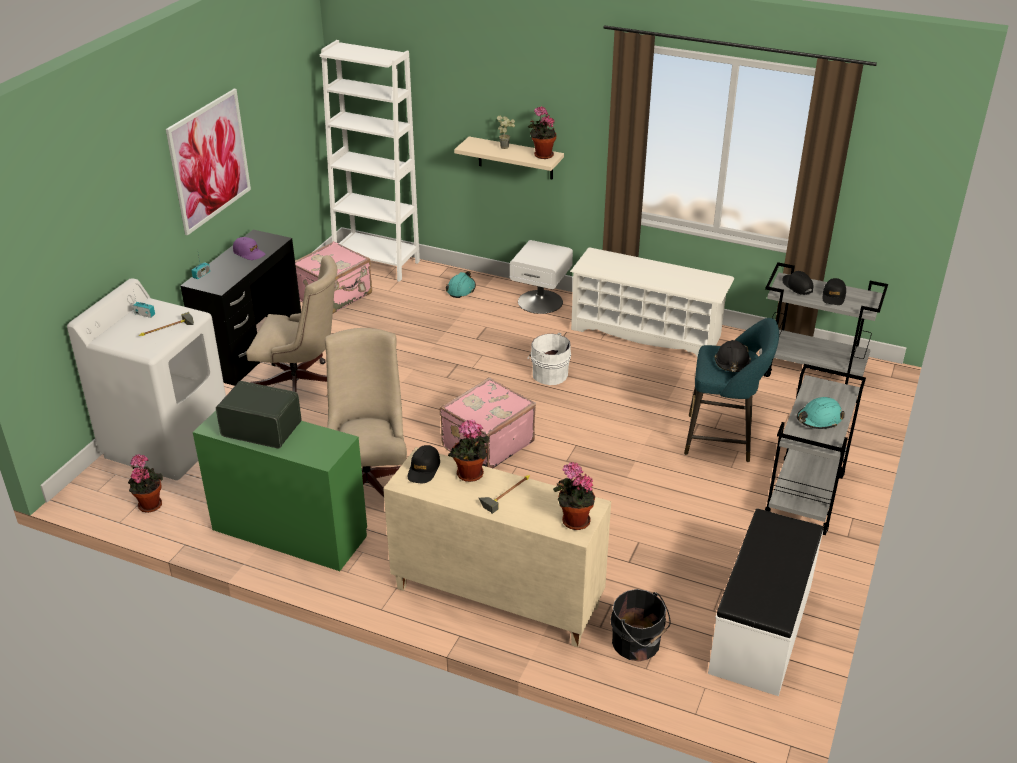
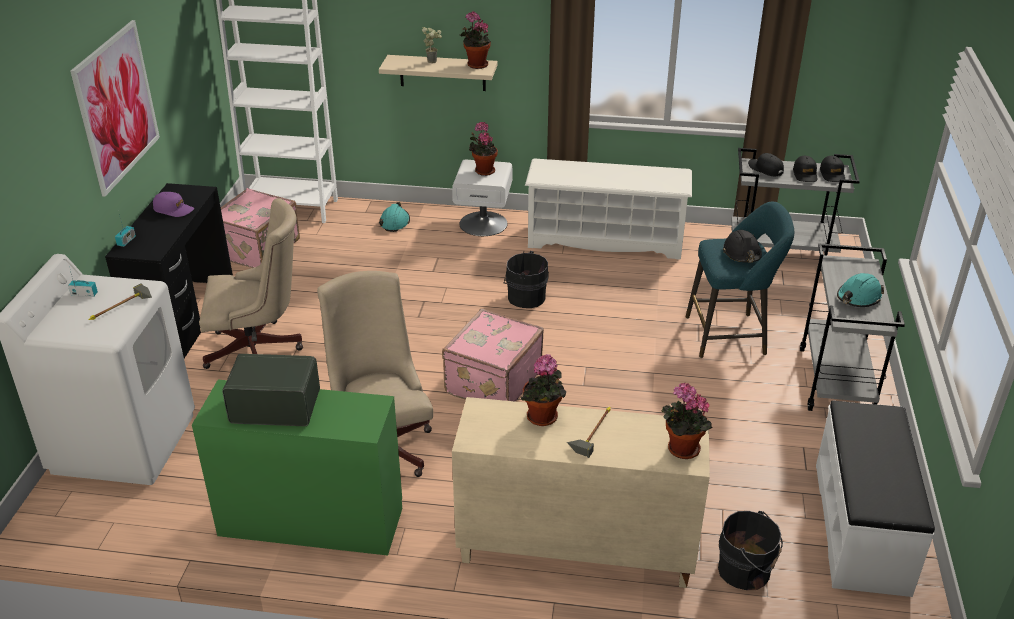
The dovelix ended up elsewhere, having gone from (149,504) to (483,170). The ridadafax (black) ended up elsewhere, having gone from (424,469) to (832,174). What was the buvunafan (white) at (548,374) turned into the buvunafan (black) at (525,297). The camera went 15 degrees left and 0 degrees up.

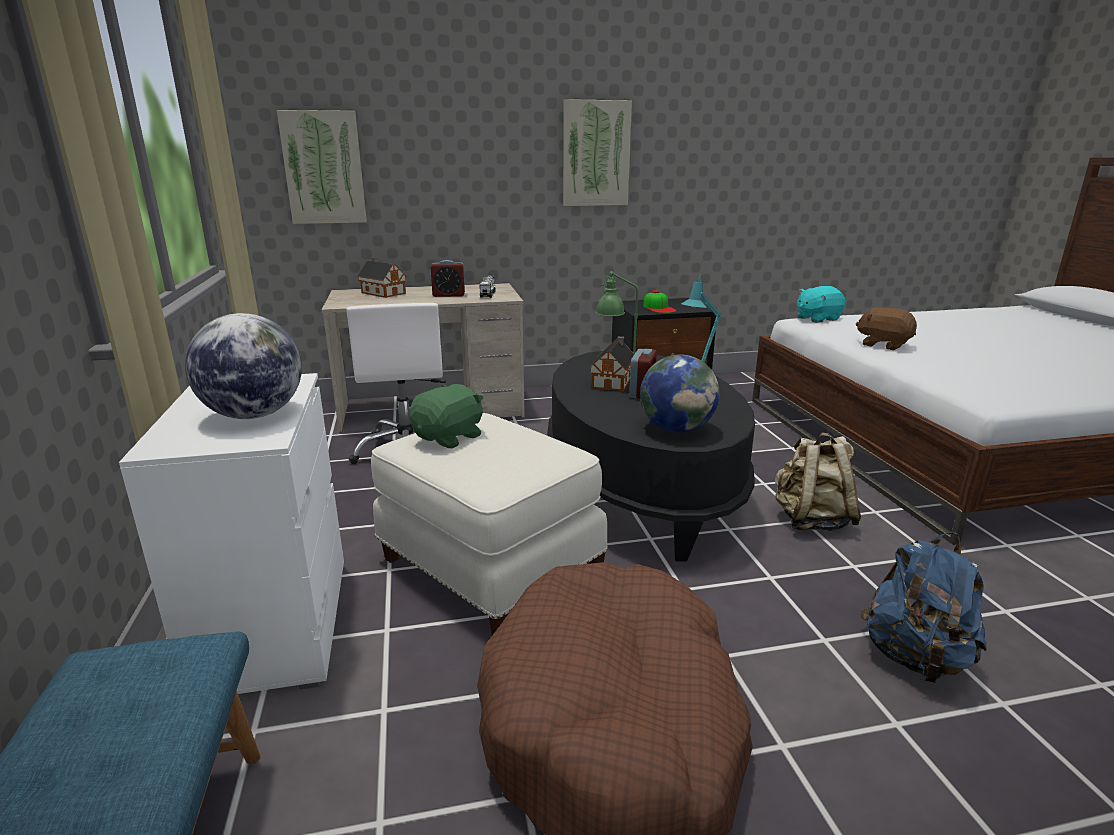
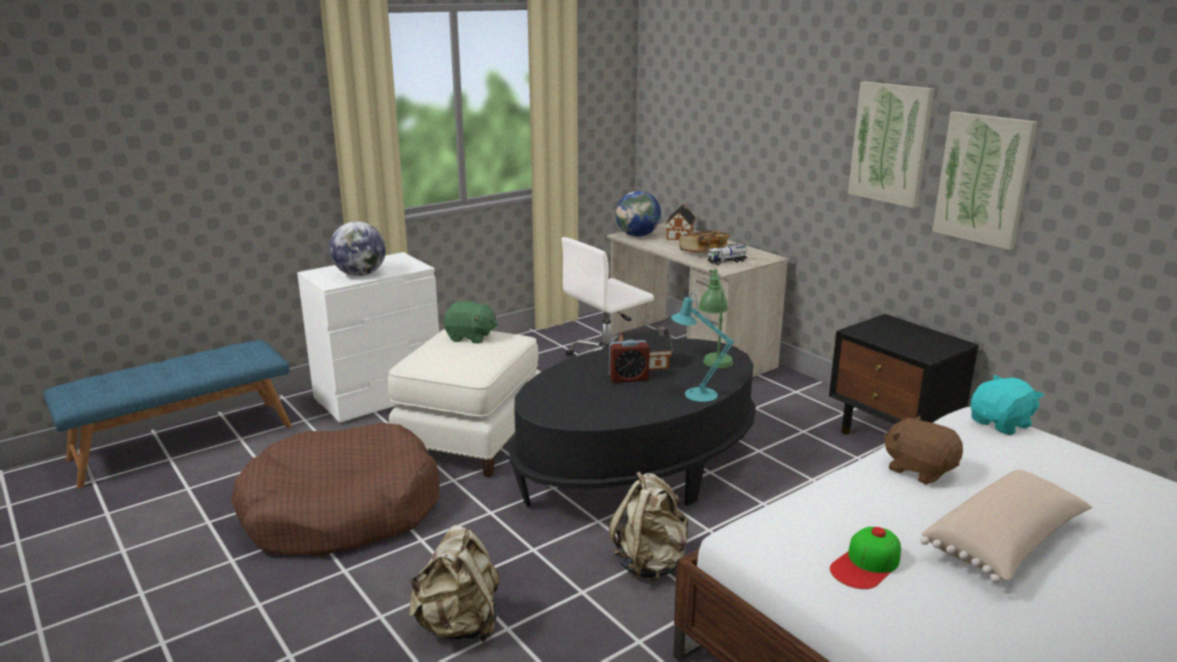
The second view gained the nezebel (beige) at (1005,544). The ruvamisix ended up elsewhere, having gone from (324,168) to (983,179). The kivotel ended up elsewhere, having gone from (676,429) to (637,235). The ridadafax ended up elsewhere, having gone from (659,308) to (866,564). Where the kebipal stood at (448,295), the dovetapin came to stand at (704,252). What was the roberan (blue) at (915,658) turned into the roberan (beige) at (459,626). The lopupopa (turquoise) at (817,319) ended up facing another way, 105 degrees clockwise from before. The lopupopa (brown) at (883,345) ended up facing another way, 60 degrees counterclockwise from before. The camera went 65 degrees right and 0 degrees up.

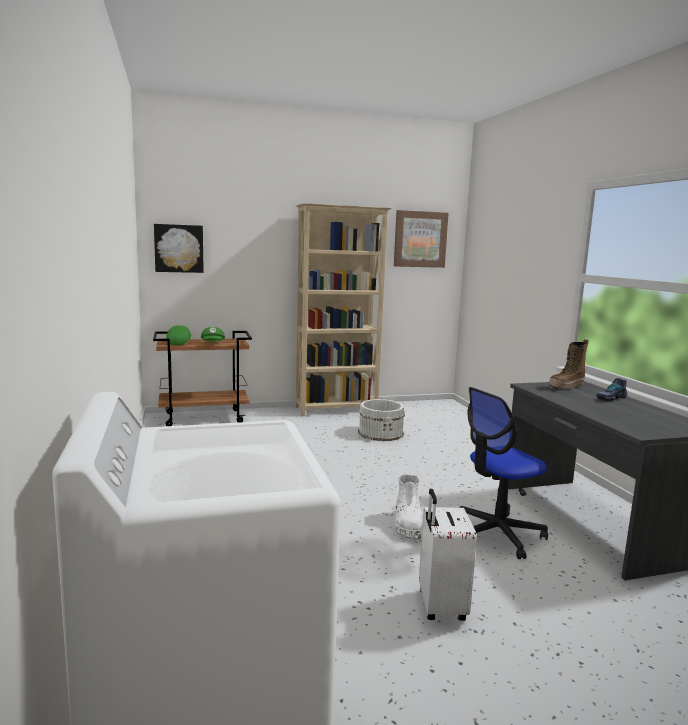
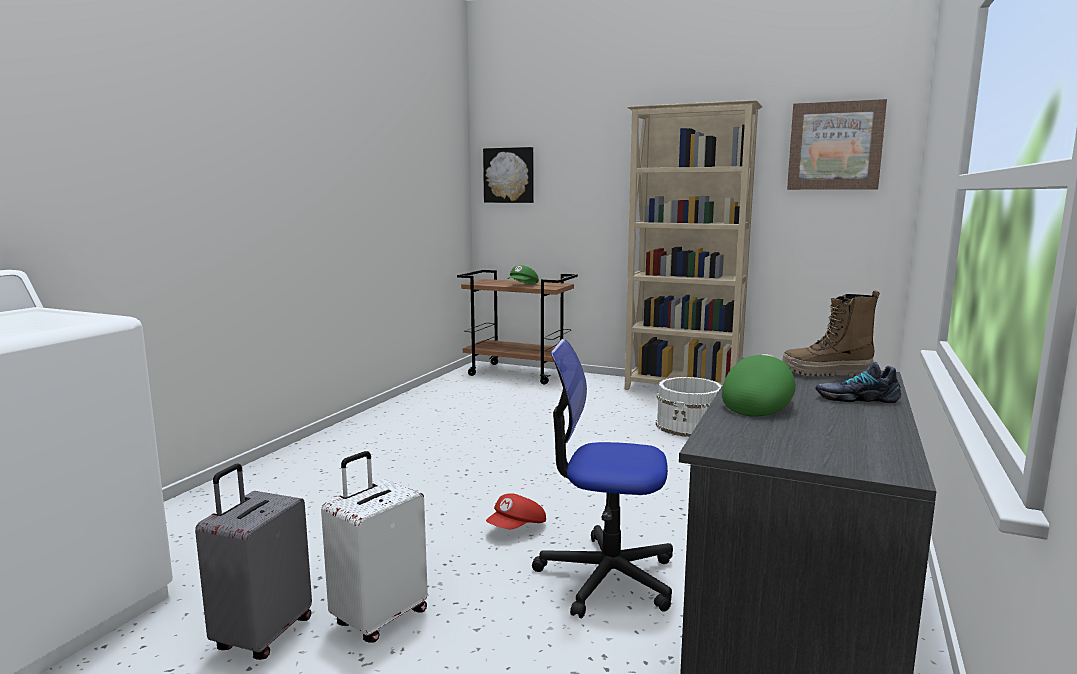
The second view gained the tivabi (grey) at (262,635). The ridadafax (green) ended up elsewhere, having gone from (179,342) to (758,405). Where the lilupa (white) stood at (408,525), the ridadafax (red) came to stand at (517,528). The camera went 40 degrees right and 0 degrees up.

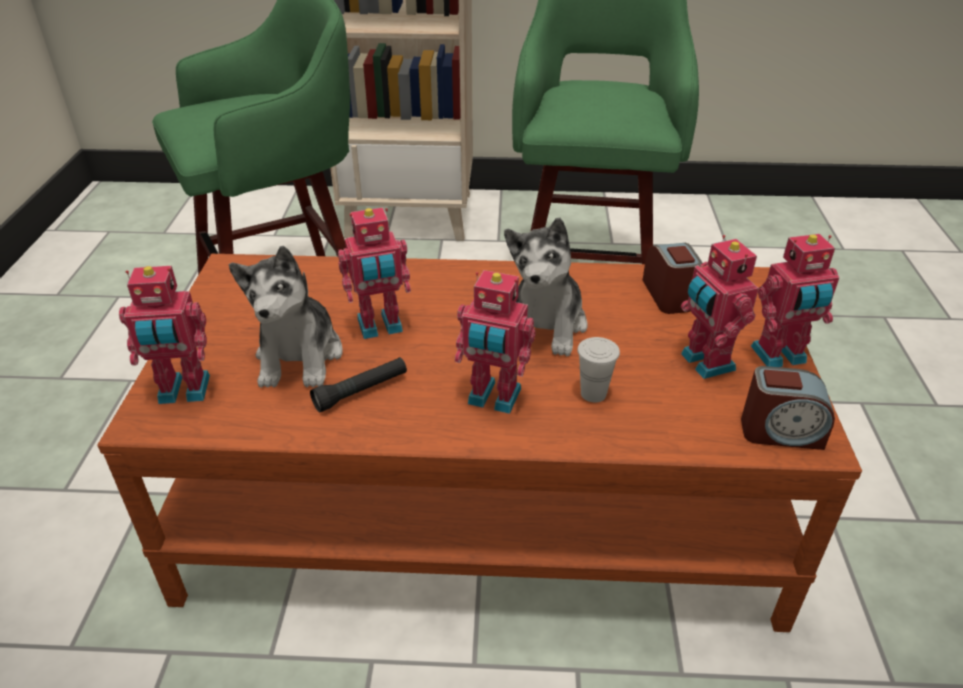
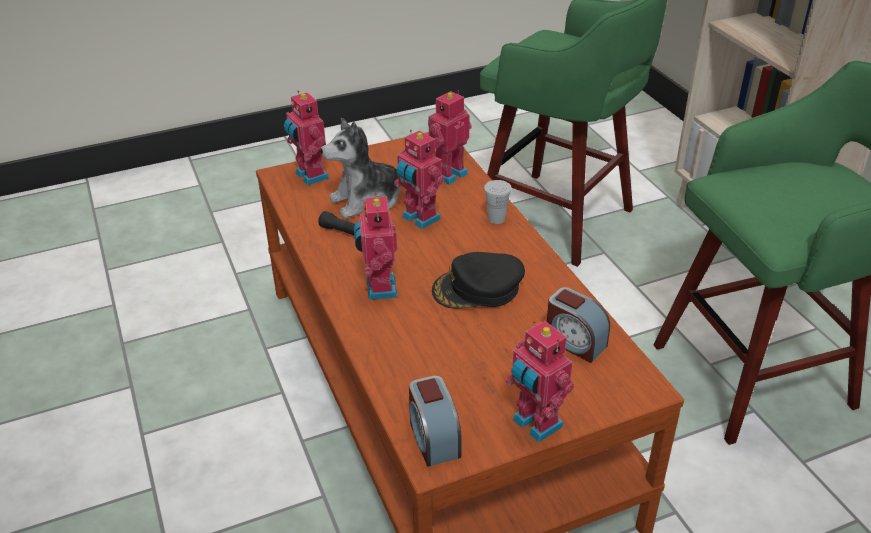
The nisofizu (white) ended up elsewhere, having gone from (593,393) to (496,219). The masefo ended up elsewhere, having gone from (704,363) to (448,174). Where the lopupopa stood at (546,326), the ridadafax (black) came to stand at (478,288). The kebipal at (668,295) ended up facing another way, 75 degrees clockwise from before. The camera went 65 degrees right and 0 degrees up.

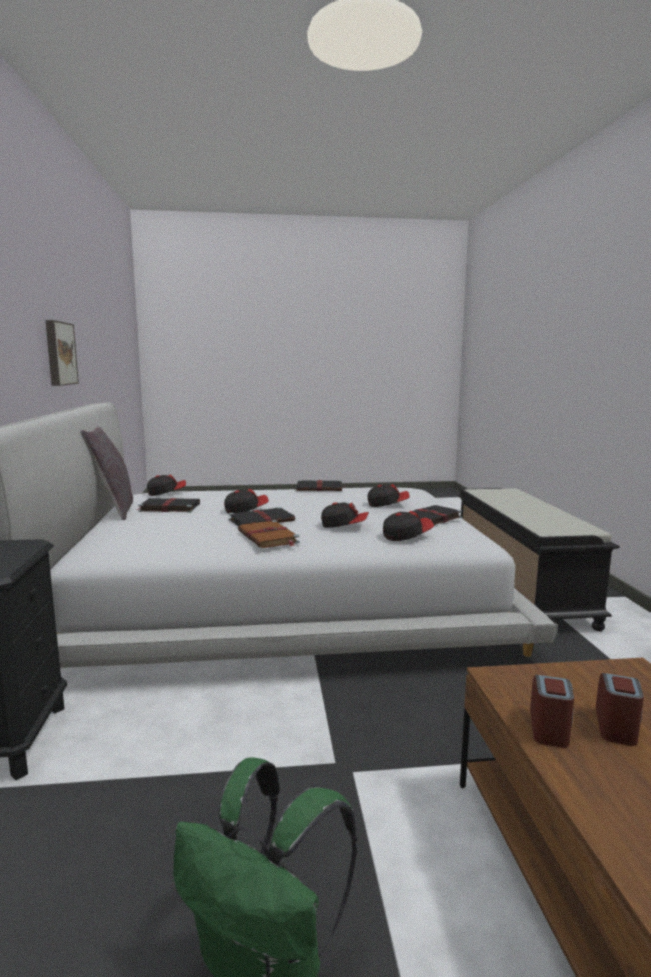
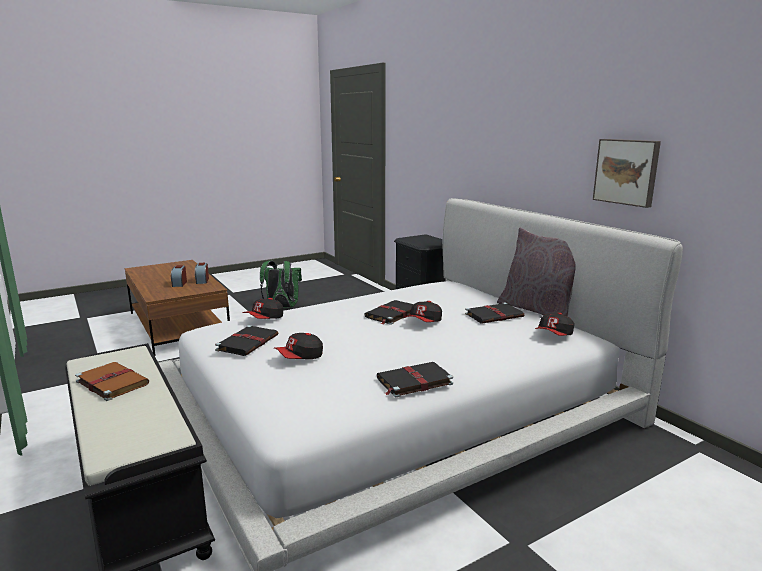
The second view lost the ridadafax at (344,526). The dovetapin (brown) ended up elsewhere, having gone from (268,537) to (111,382). The camera went 155 degrees right and 5 degrees up.

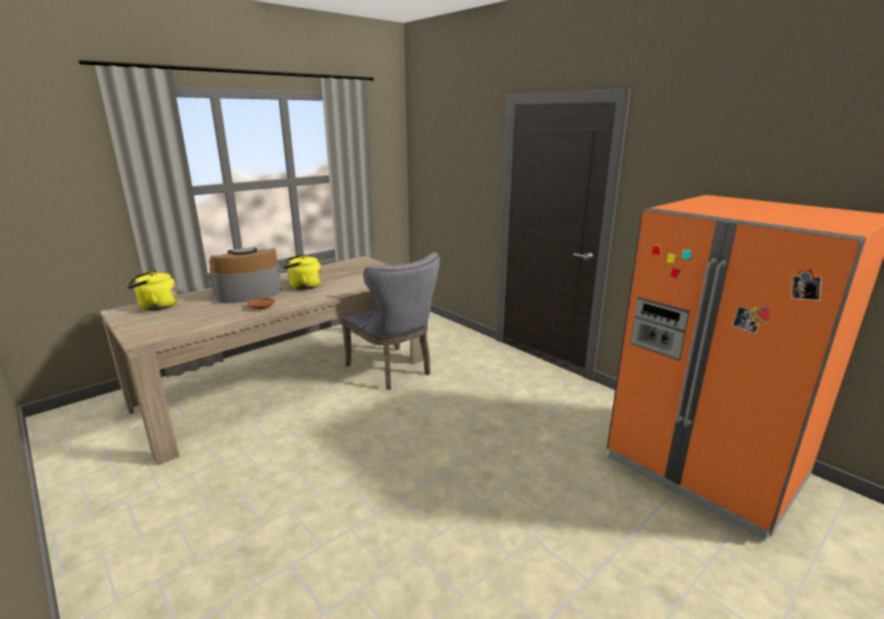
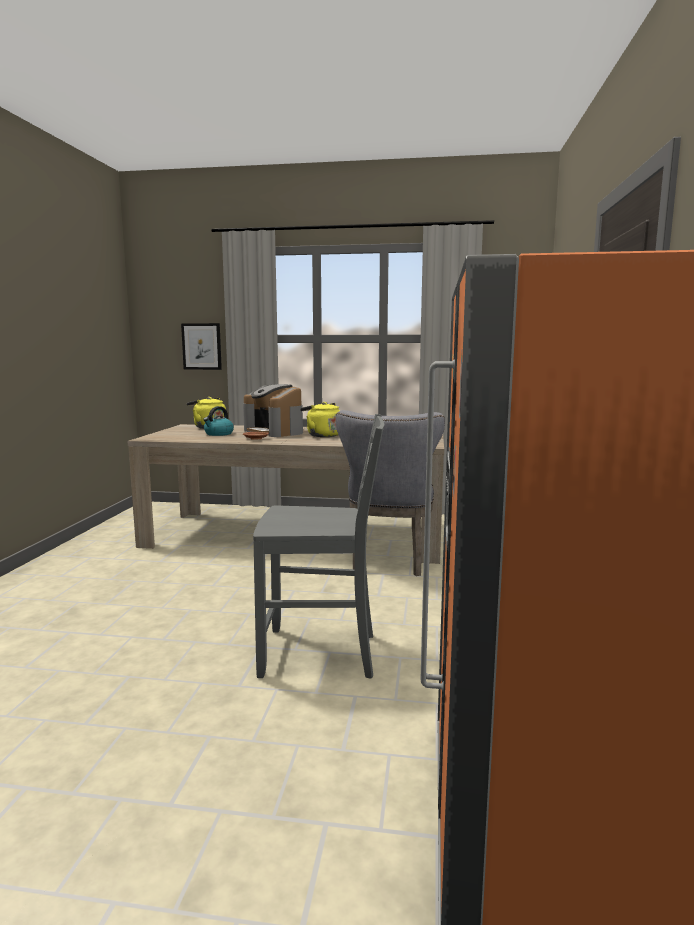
The second view gained the ruvamisix at (201,346). The second view gained the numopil at (218,434). The second view gained the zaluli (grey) at (321,654). The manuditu at (248,293) ended up facing another way, 150 degrees counterclockwise from before. The camera went 50 degrees right and 10 degrees down.

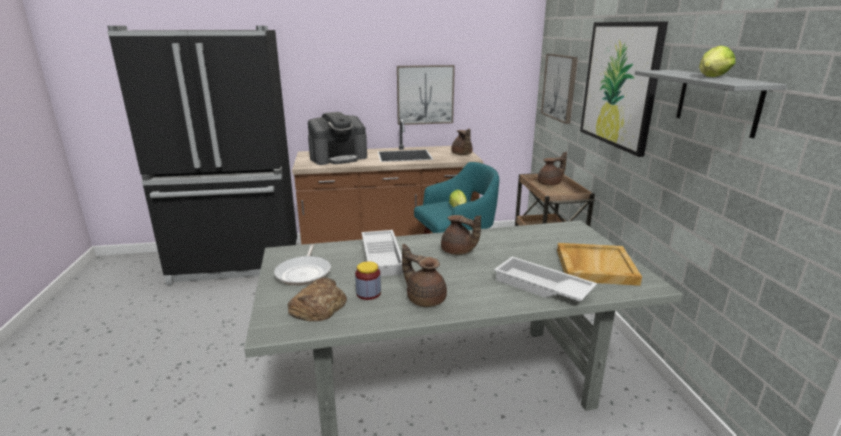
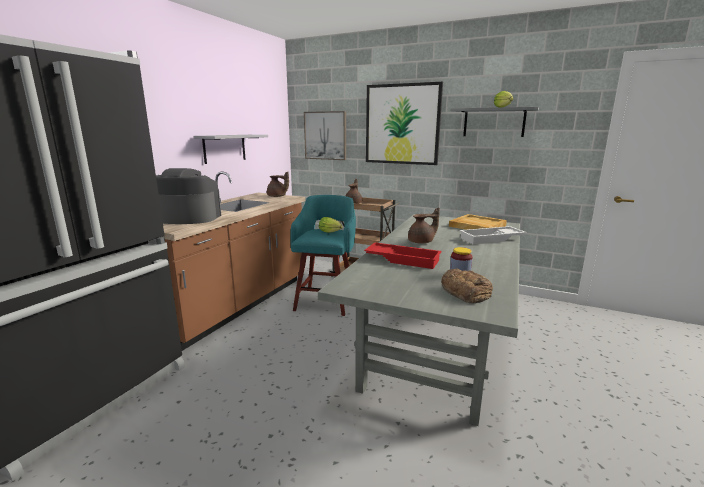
The second view lost the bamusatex at (304,273). The second view lost the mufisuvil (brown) at (425,298). Where the ruvamisix hung at (425,95), the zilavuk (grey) came to hang at (224,148). What was the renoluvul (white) at (383,257) turned into the renoluvul (red) at (403,259). The manuditu at (338,158) ended up facing another way, 90 degrees counterclockwise from before. The camera went 55 degrees left and 5 degrees down.

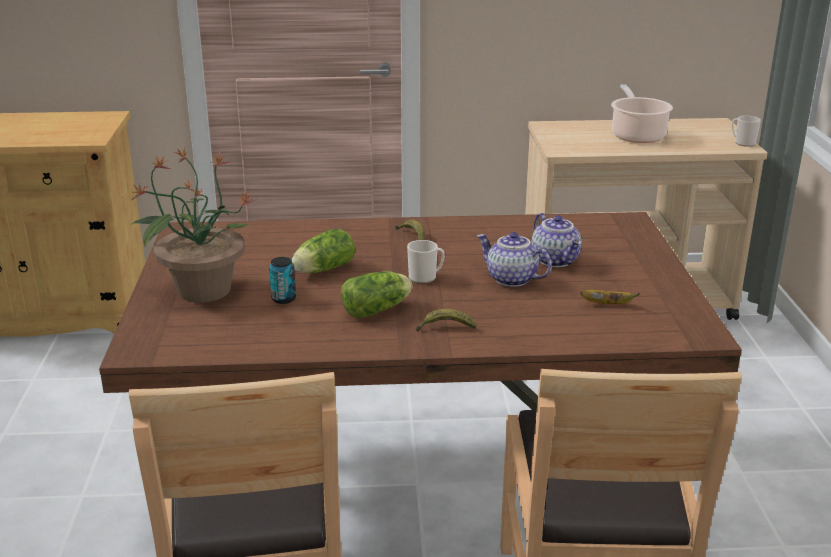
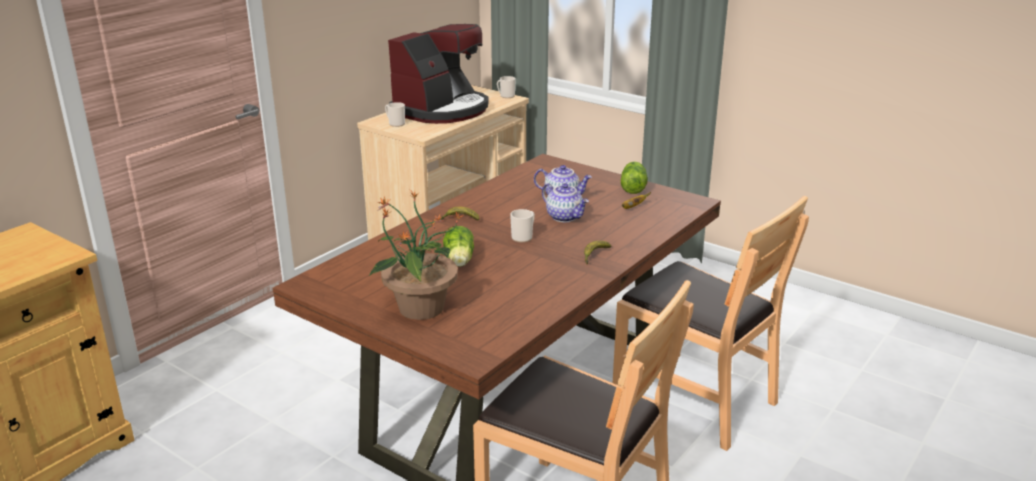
The second view lost the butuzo at (283,299). The second view gained the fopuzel at (395,124). The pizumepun ended up elsewhere, having gone from (378,309) to (633,187). Where the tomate stood at (637,135), the manuditu came to stand at (442,110). The mufisuvil at (510,279) ended up facing another way, 120 degrees counterclockwise from before. The camera went 50 degrees left and 0 degrees up.

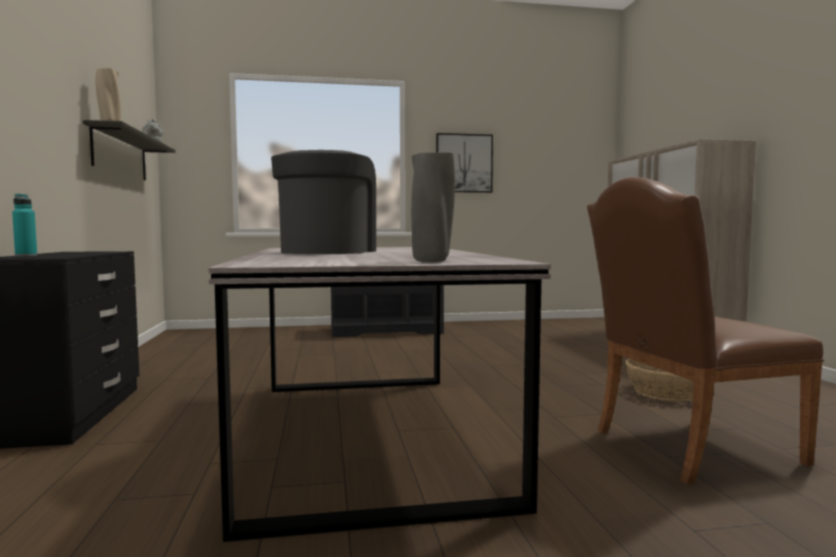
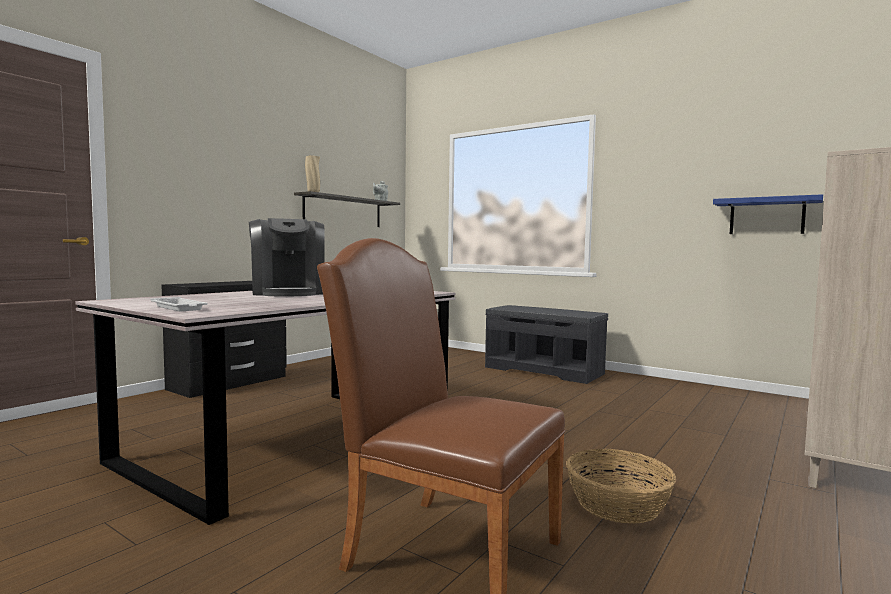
The second view lost the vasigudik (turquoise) at (26,256). The second view lost the ruvamisix at (464,163). The second view gained the zilavuk (blue) at (766,216). Where the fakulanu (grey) stood at (432,261), the renoluvul (white) came to stand at (179,308). The manuditu at (327,252) ended up facing another way, 105 degrees clockwise from before. The camera went 45 degrees right and 0 degrees up.

